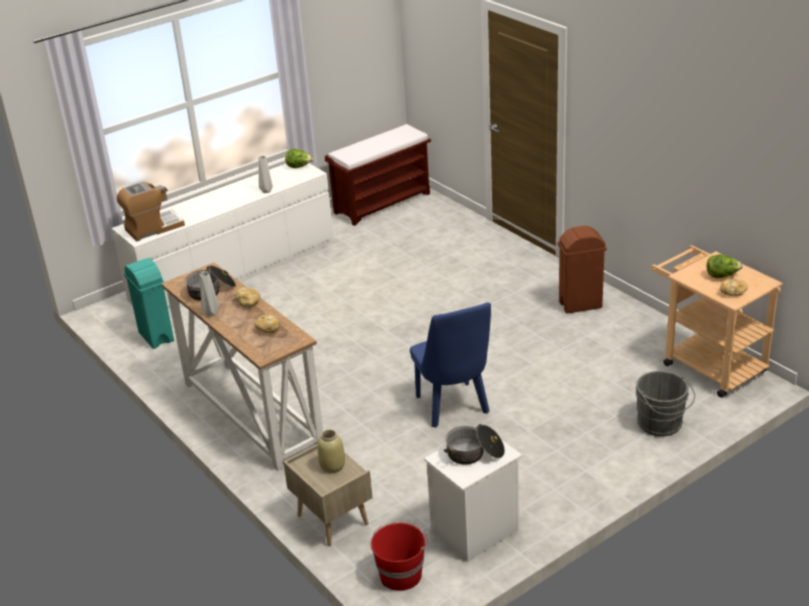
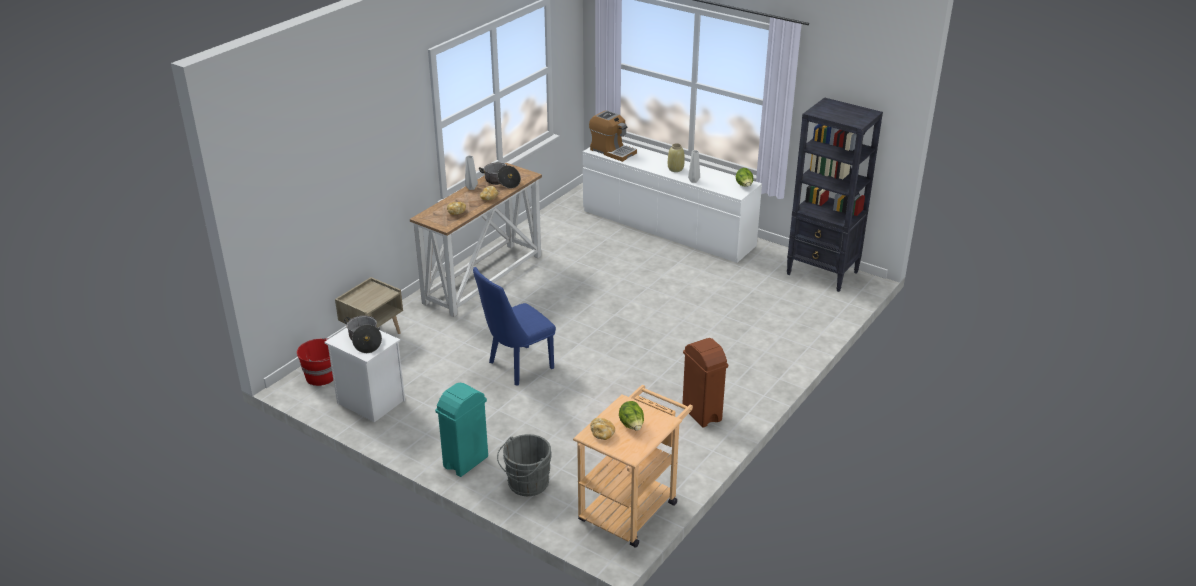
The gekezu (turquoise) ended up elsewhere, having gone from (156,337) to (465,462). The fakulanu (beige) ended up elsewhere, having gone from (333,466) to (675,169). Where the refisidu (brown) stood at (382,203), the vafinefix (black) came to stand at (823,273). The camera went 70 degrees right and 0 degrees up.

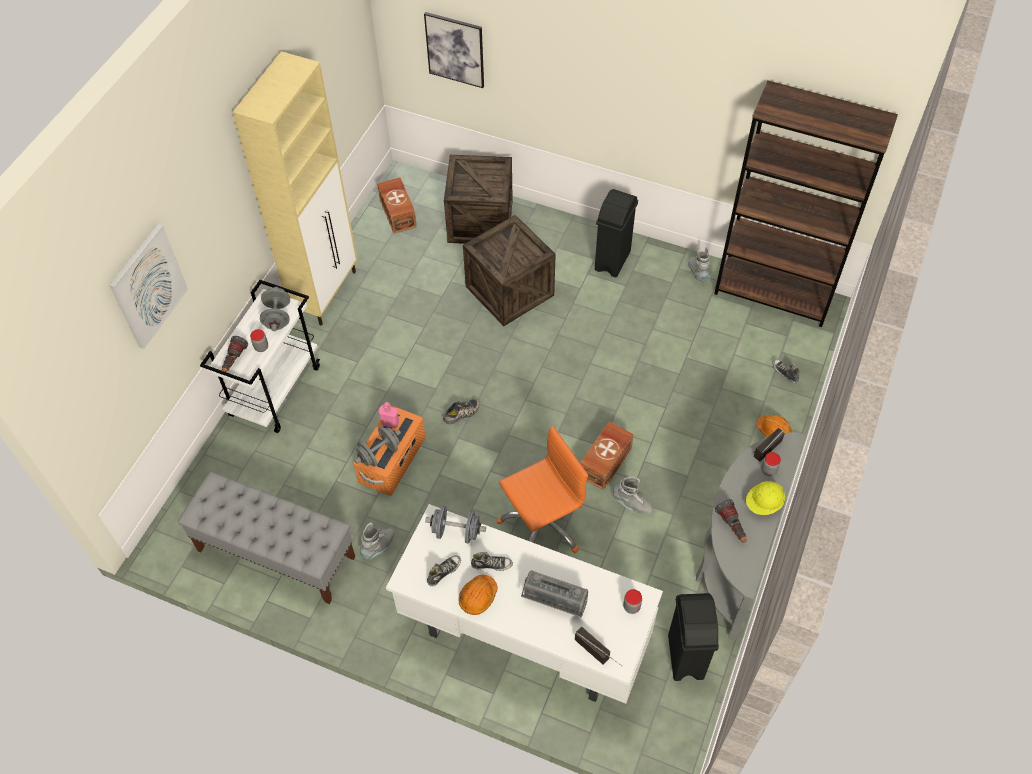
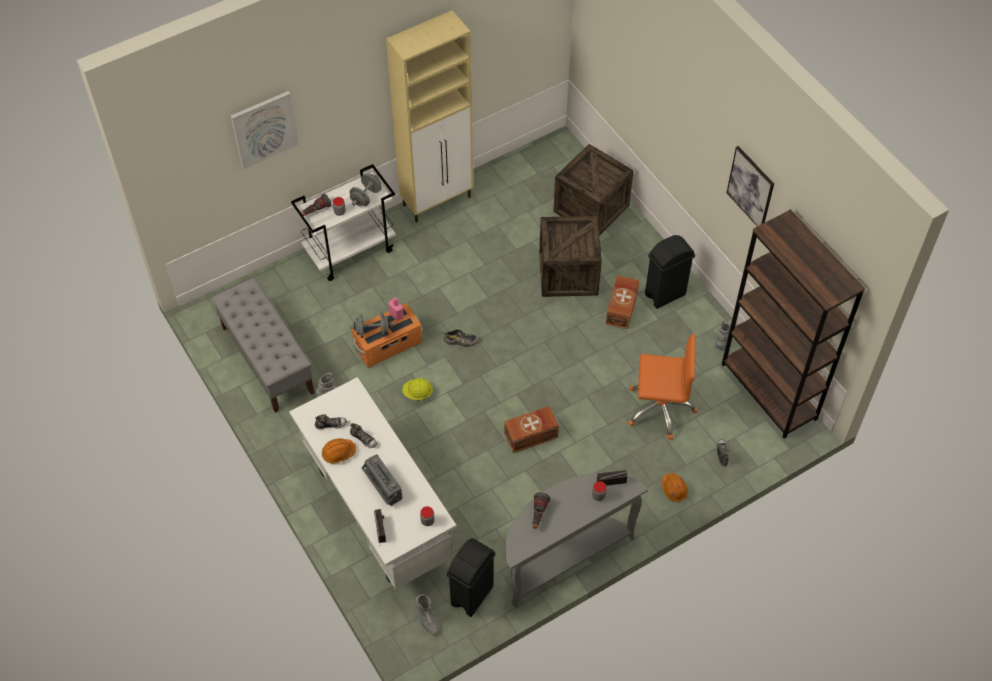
The second view lost the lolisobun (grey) at (456,532). The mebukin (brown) ended up elsewhere, having gone from (398,212) to (622,308). The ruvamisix ended up elsewhere, having gone from (455,49) to (751,187). The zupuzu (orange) ended up elsewhere, having gone from (542,524) to (660,408). The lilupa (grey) ended up elsewhere, having gone from (632,504) to (426,619). The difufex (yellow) ended up elsewhere, having gone from (763,504) to (417,394). The camera went 35 degrees right and 0 degrees up.

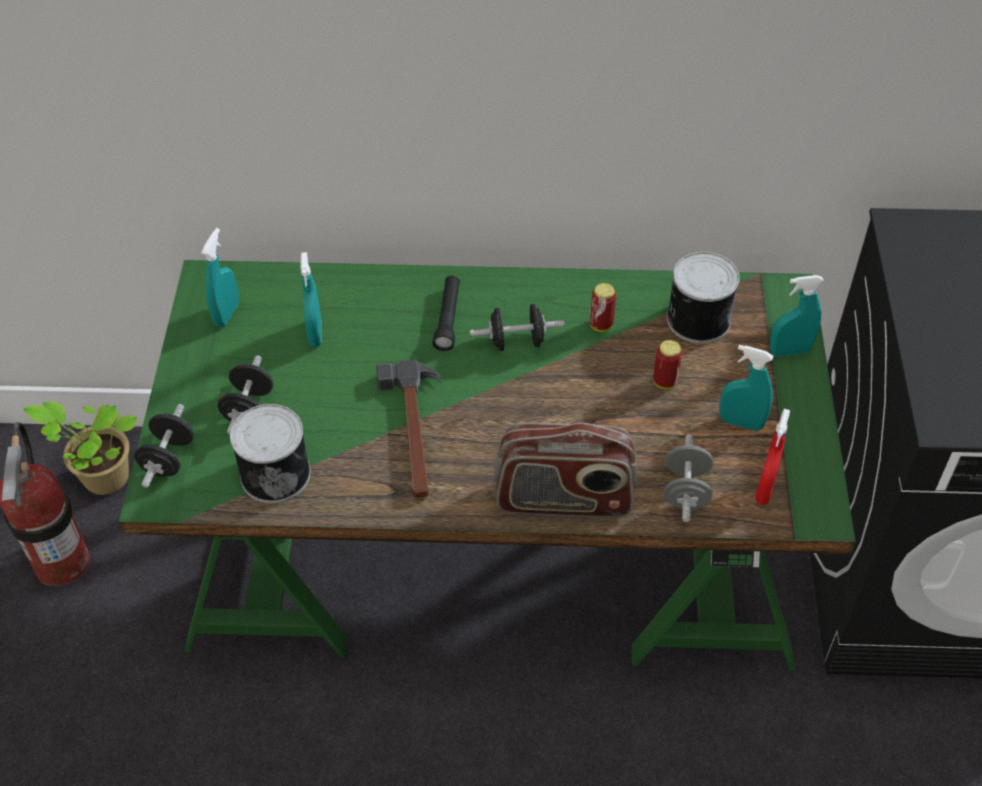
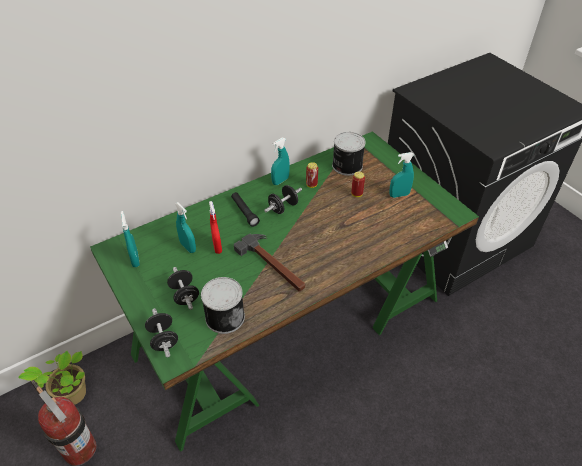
The second view lost the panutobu at (564,499). The second view lost the lolisobun (grey) at (686,491). The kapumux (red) ended up elsewhere, having gone from (765,489) to (217,246). The kapumux (turquoise) ended up elsewhere, having gone from (789,351) to (280,181). The camera went 35 degrees left and 5 degrees down.

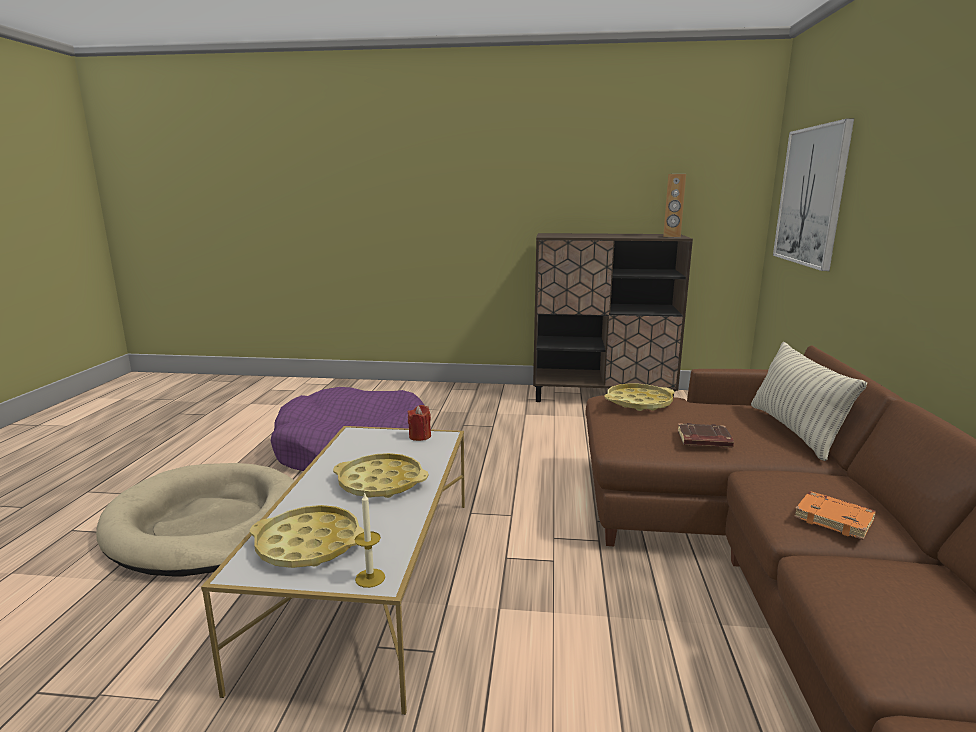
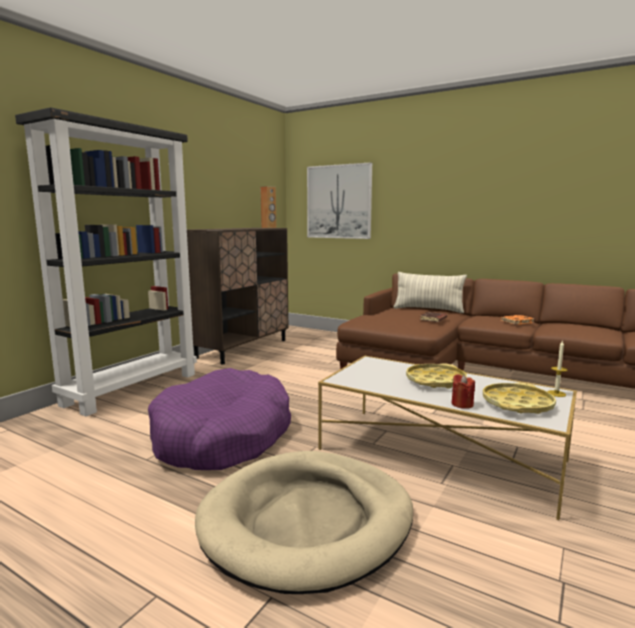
The second view lost the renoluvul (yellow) at (638,402). The second view gained the vafinefix (black) at (132,388). The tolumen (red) ended up elsewhere, having gone from (420,436) to (462,404). The camera went 65 degrees left and 5 degrees down.

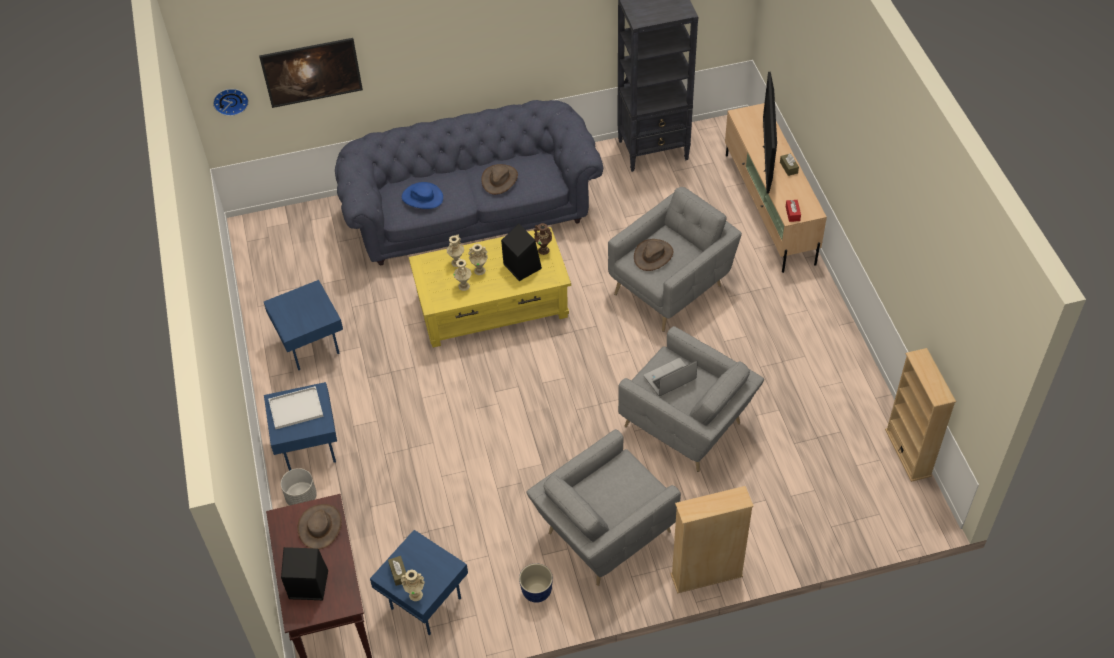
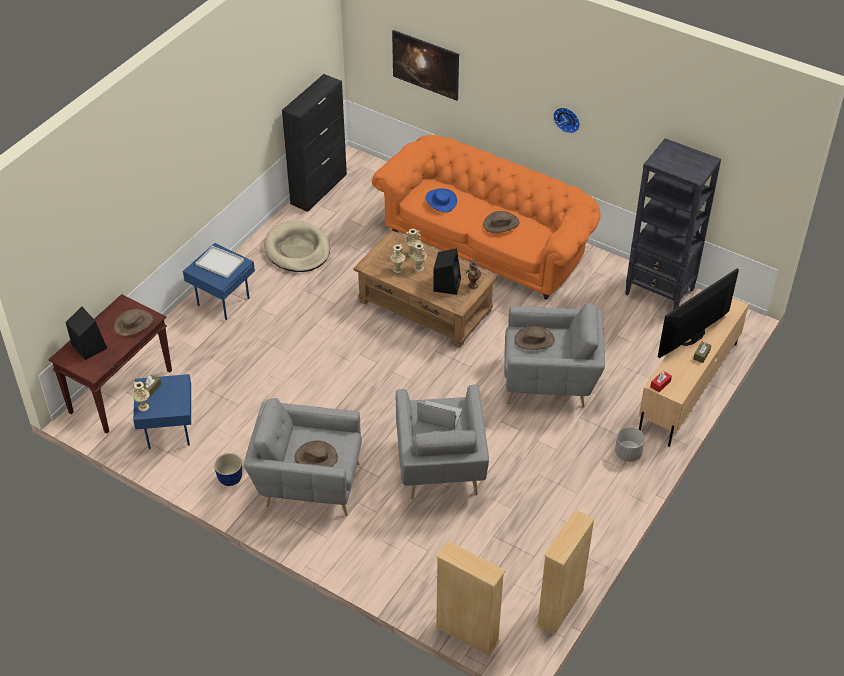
The second view gained the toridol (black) at (319,189). The second view gained the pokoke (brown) at (316,457). The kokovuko ended up elsewhere, having gone from (230,100) to (567,119). The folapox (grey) ended up elsewhere, having gone from (301,498) to (628,454). The vafinefix (beige) ended up elsewhere, having gone from (706,575) to (467,634). Where the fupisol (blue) stood at (313,347), the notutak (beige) came to stand at (297,250). What was the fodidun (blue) at (470,212) turned into the fodidun (orange) at (488,243). What was the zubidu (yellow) at (493,306) turned into the zubidu (brown) at (425,306). The camera went 45 degrees right and 5 degrees down.

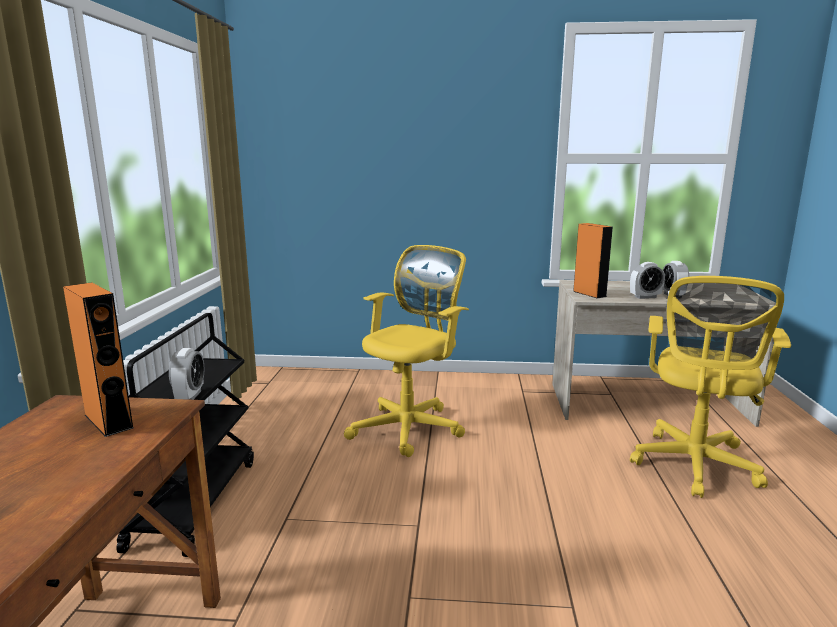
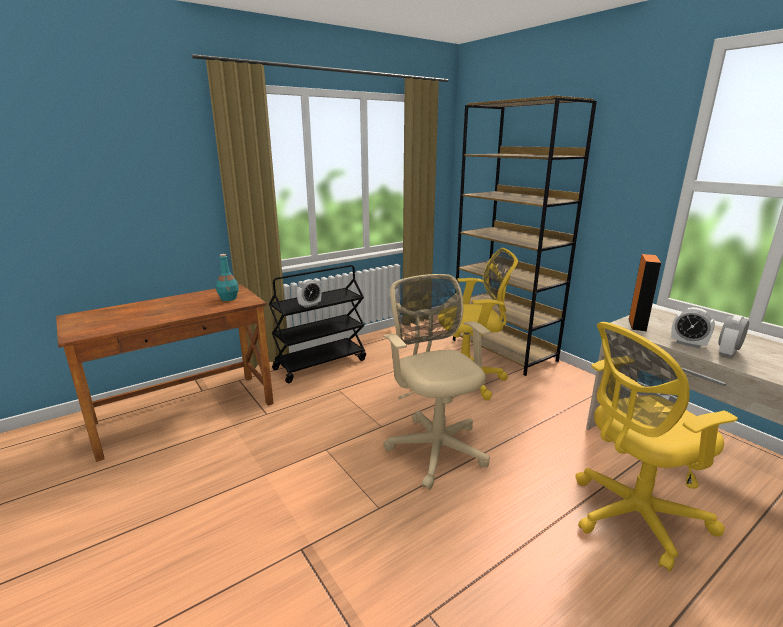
The second view gained the zupuzu (beige) at (435,446). The second view gained the vafinefix (brown) at (503,350). Where the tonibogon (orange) stood at (108,421), the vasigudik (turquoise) came to stand at (229,298). The camera went 50 degrees right and 5 degrees up.

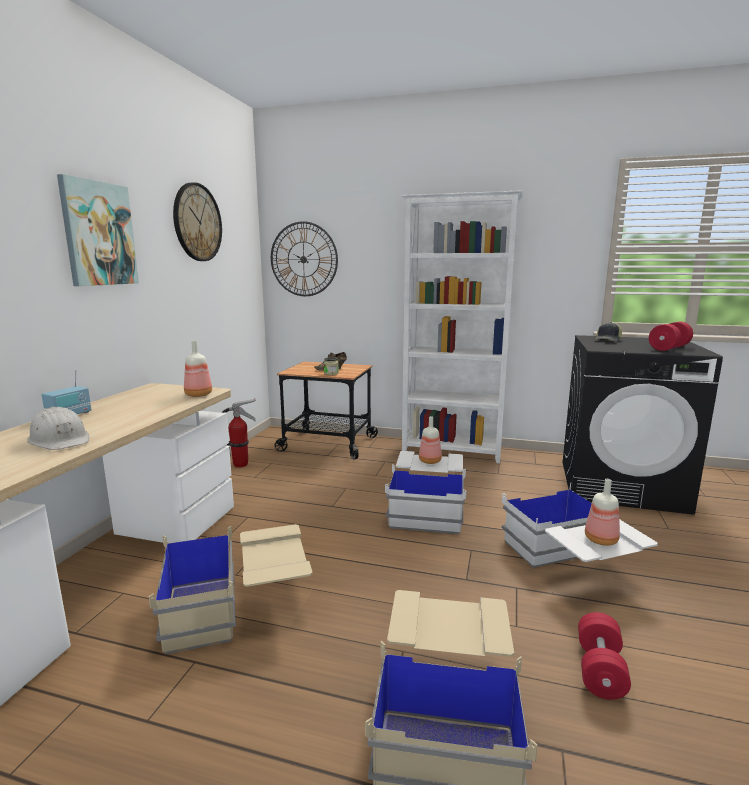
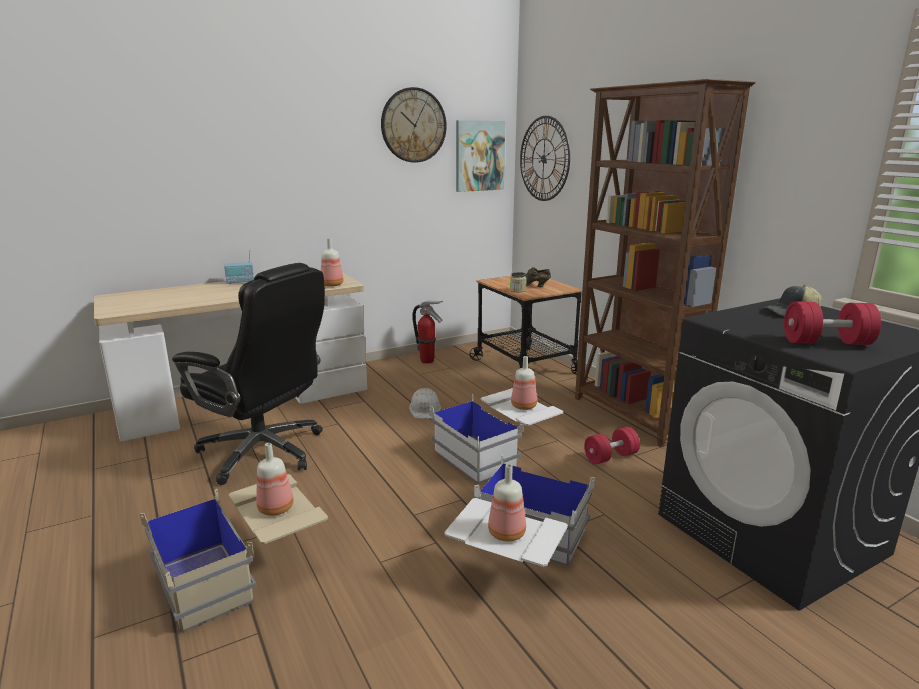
The second view gained the vasigudik at (277,508). The difufex (white) ended up elsewhere, having gone from (60,440) to (425,409). The ruvamisix ended up elsewhere, having gone from (98,234) to (479,156). The lolisobun (red) ended up elsewhere, having gone from (600,670) to (610,457). Where the mebukin (beige) stood at (238,608), the zupuzu (black) came to stand at (264,452). What was the vafinefix (white) at (452,451) turned into the vafinefix (brown) at (632,416). The camera went 45 degrees right and 5 degrees up.

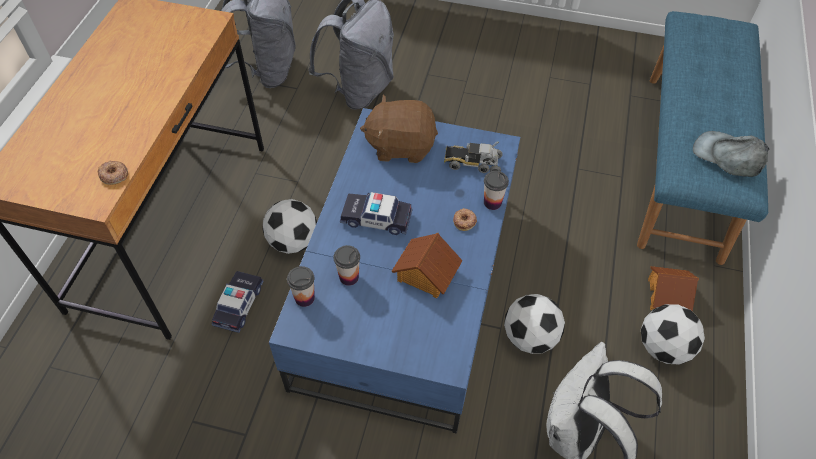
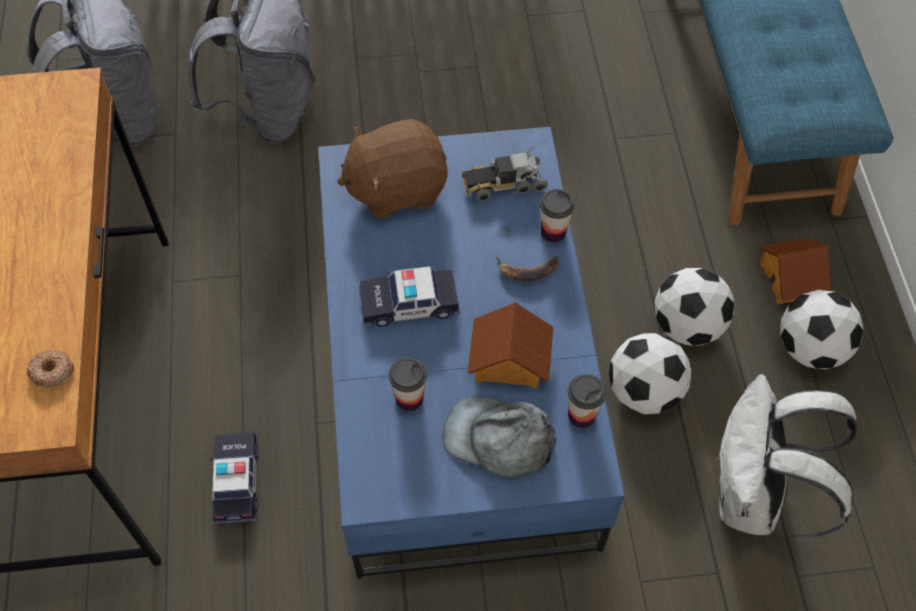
The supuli ended up elsewhere, having gone from (293,241) to (687,326). The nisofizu ended up elsewhere, having gone from (304,298) to (581,415). The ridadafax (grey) ended up elsewhere, having gone from (728,156) to (499,439). Where the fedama stood at (464,221), the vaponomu came to stand at (528,269). The camera went 20 degrees left and 5 degrees up.

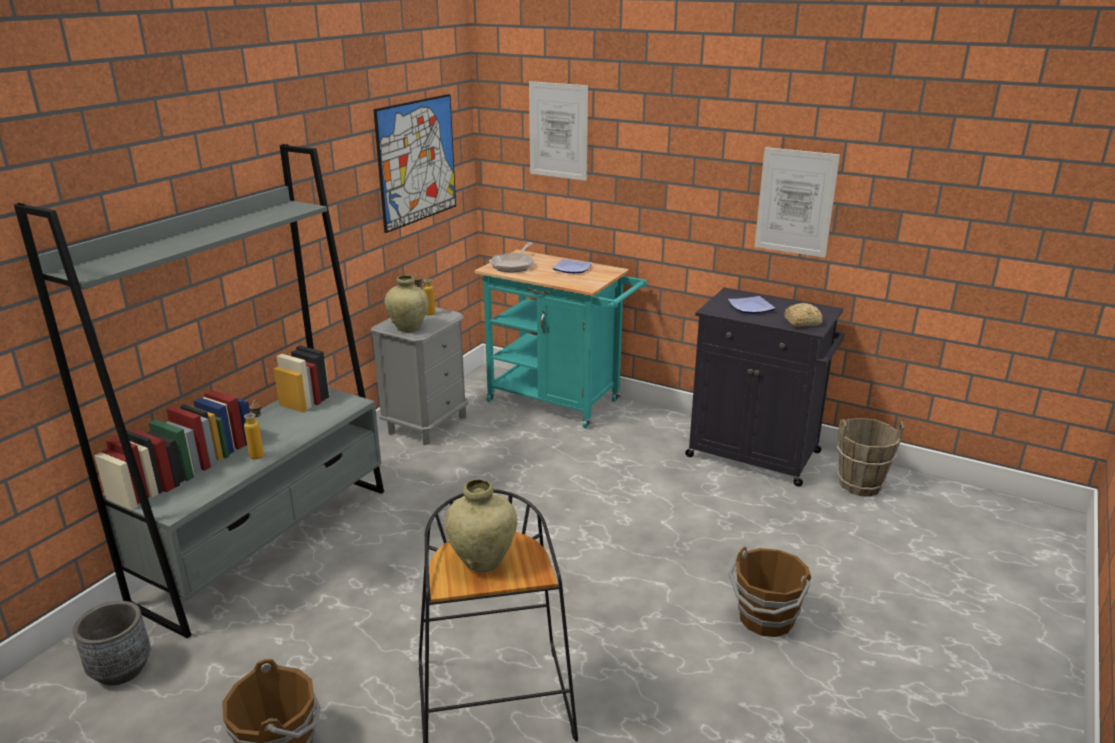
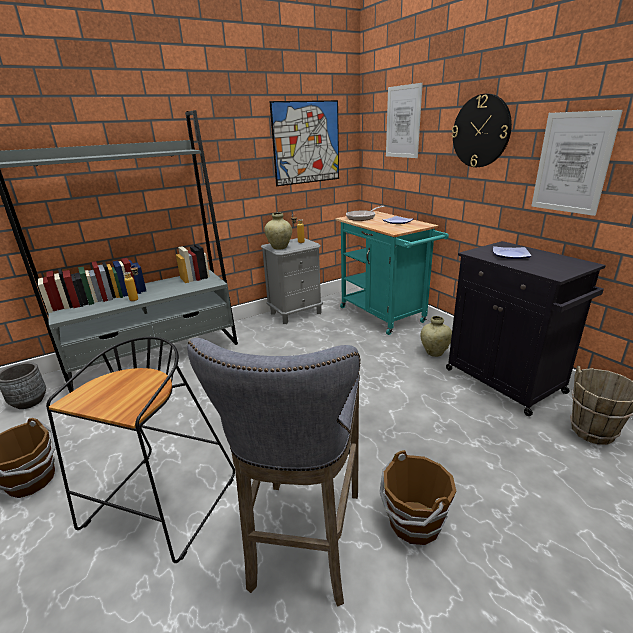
The second view lost the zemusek at (801,322). The second view gained the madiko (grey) at (305,543). The second view gained the kokovuko at (481,131). The fakulanu (beige) ended up elsewhere, having gone from (483,560) to (434,352). The camera went 30 degrees right and 0 degrees up.

